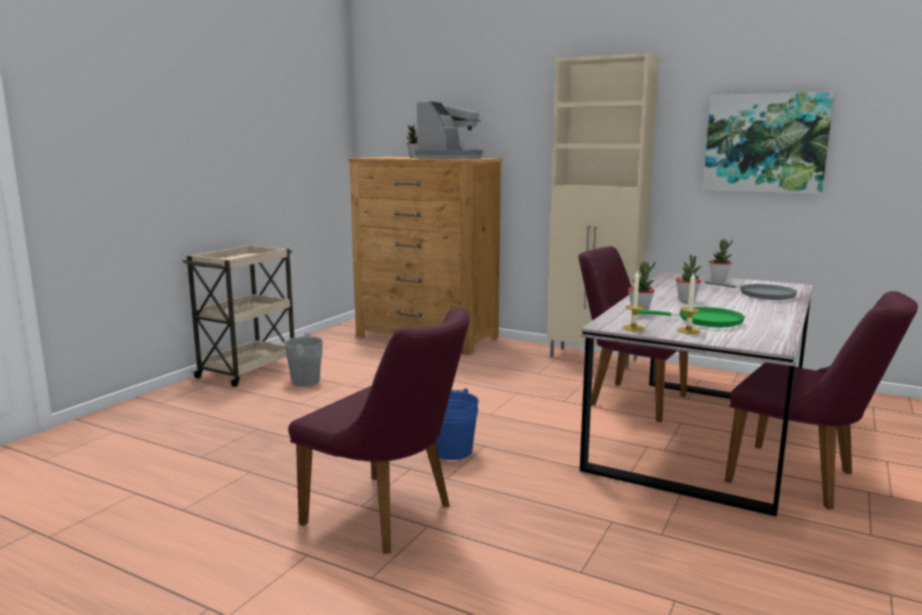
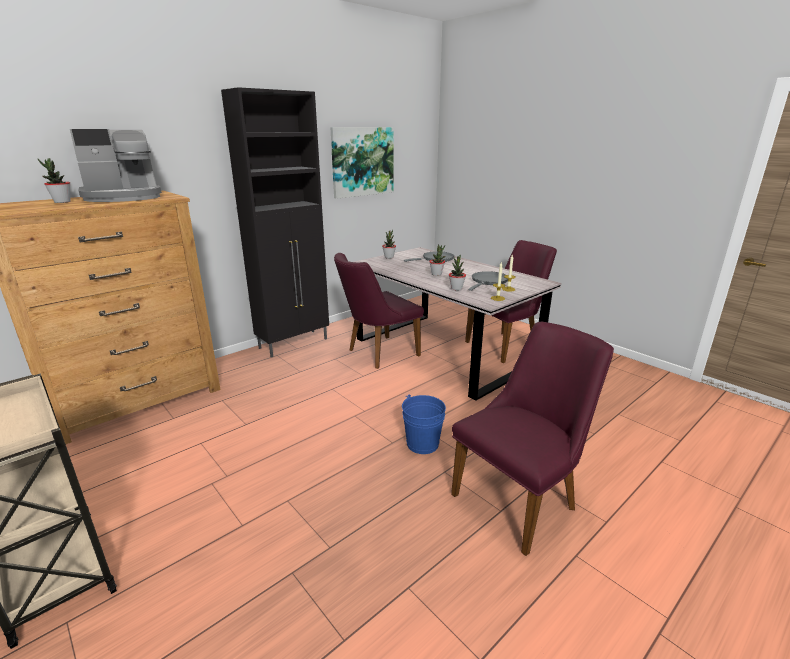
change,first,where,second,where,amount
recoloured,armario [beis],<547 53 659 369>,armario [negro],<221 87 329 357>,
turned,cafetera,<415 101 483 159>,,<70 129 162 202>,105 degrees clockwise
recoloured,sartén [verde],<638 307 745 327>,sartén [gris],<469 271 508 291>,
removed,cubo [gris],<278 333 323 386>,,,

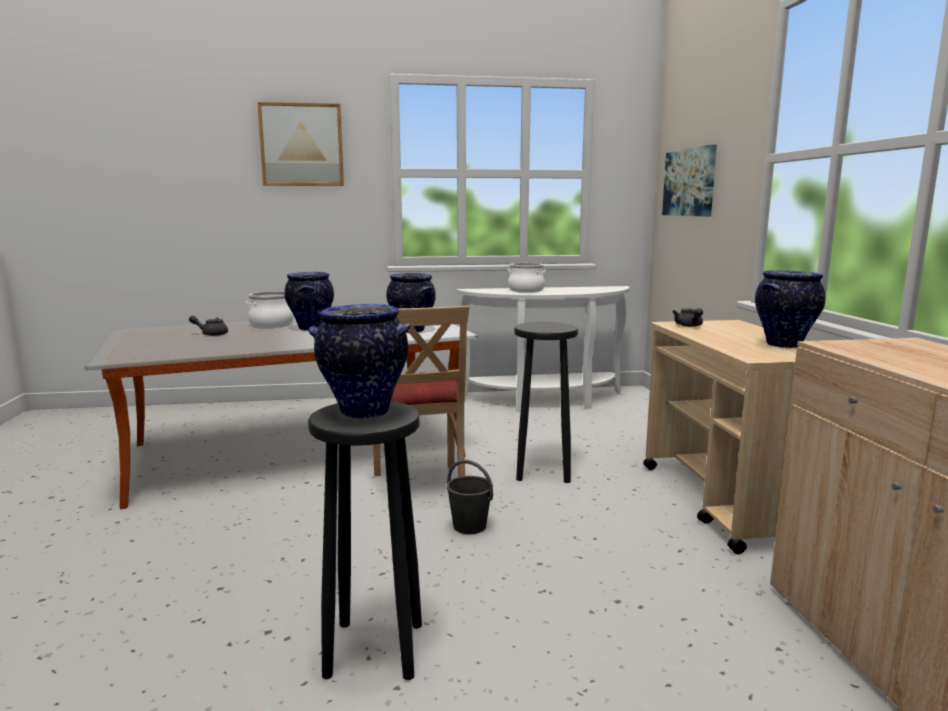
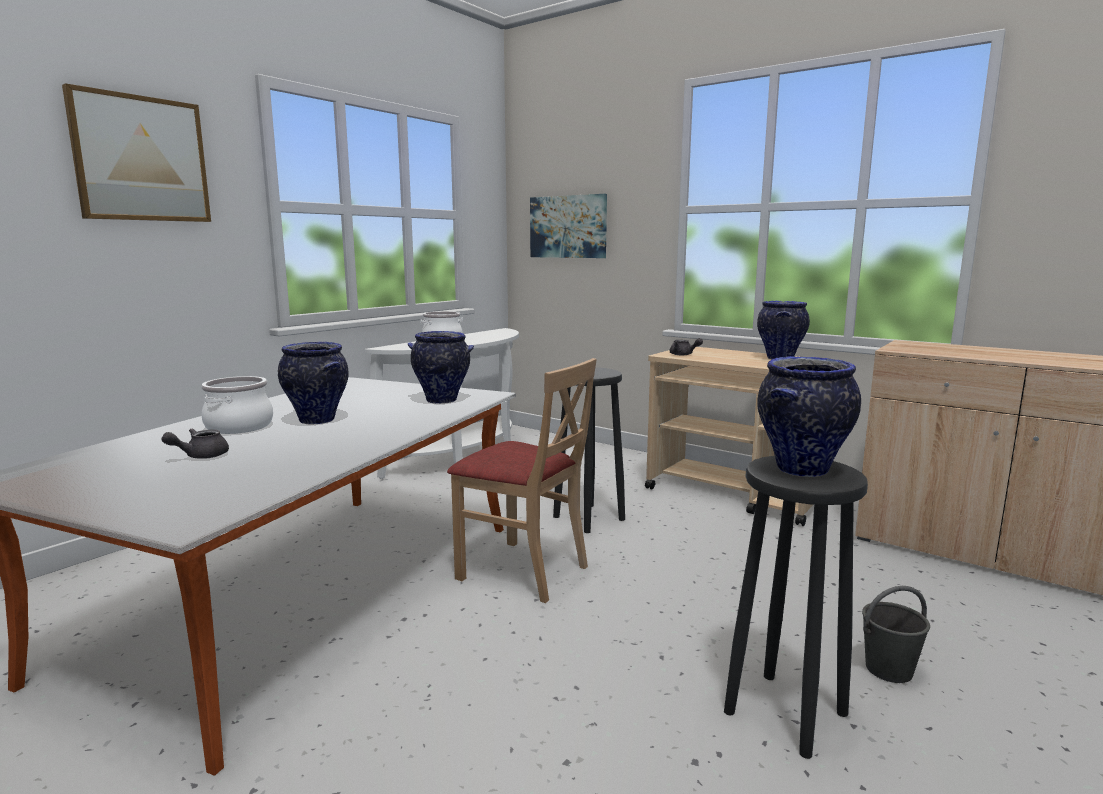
change,first,where,second,where,amount
moved,cubo [gris],<447 460 493 534>,,<862 586 930 683>,

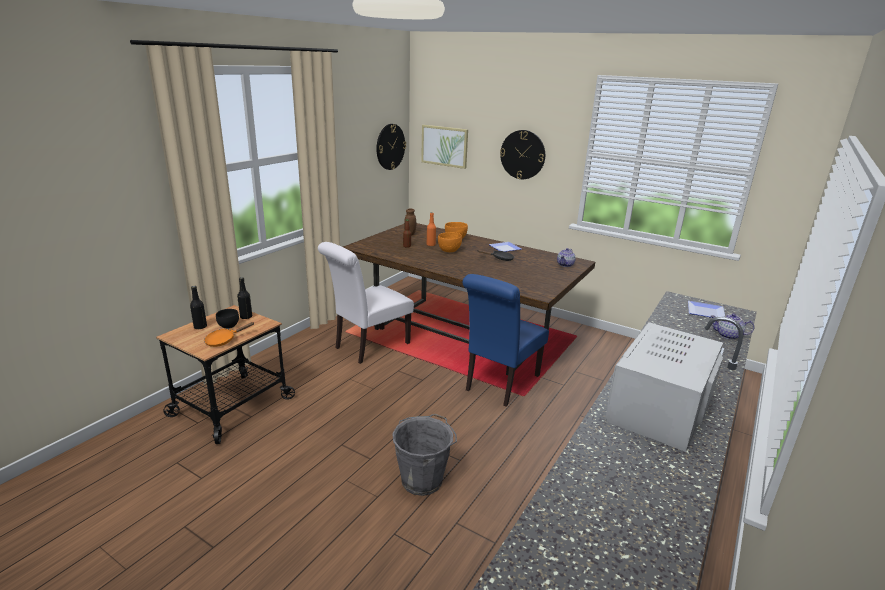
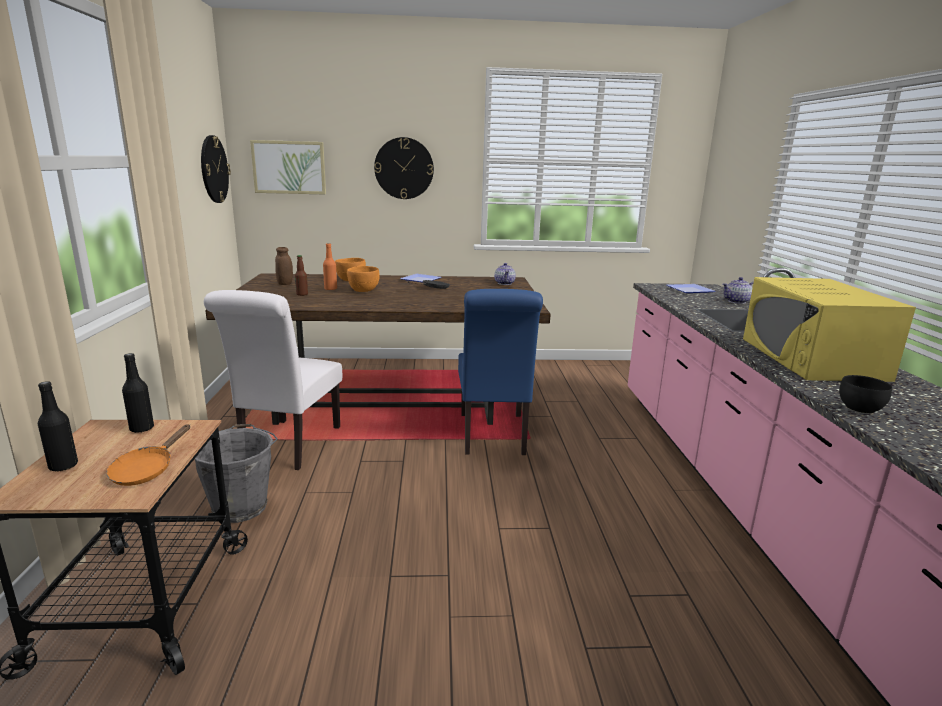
change,first,where,second,where,amount
moved,cuenco [negro],<216 309 239 329>,,<839 375 892 414>,
recoloured,microondas [blanco],<605 322 723 452>,microondas [amarillo],<743 277 916 382>,
moved,cubo [gris],<392 413 457 496>,,<195 424 278 523>,

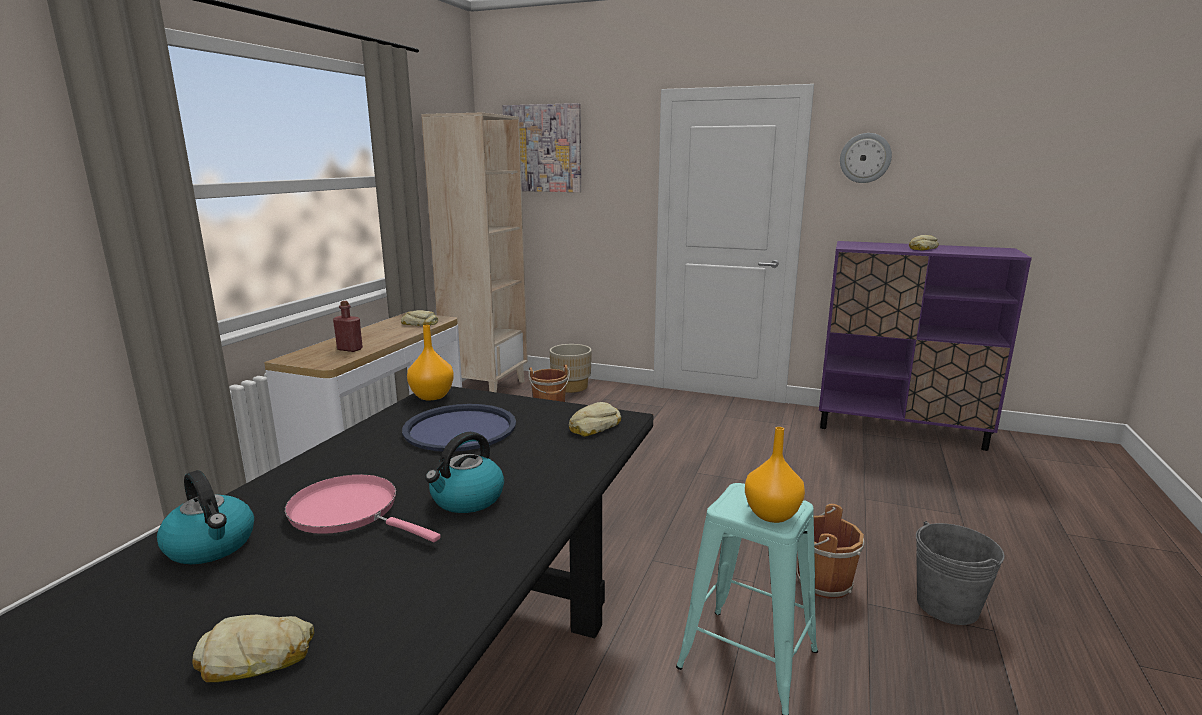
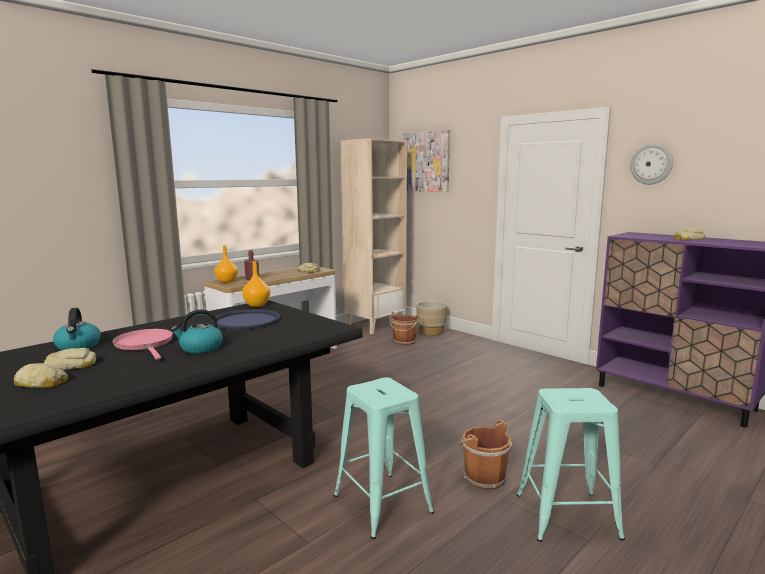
change,first,where,second,where,amount
moved,pan,<569 402 621 437>,,<44 348 96 370>,
moved,florero [naranja],<745 427 805 523>,,<215 246 238 283>,
replaced,cubo [gris],<916 521 1005 625>,taburete [turquesa],<517 388 625 542>,

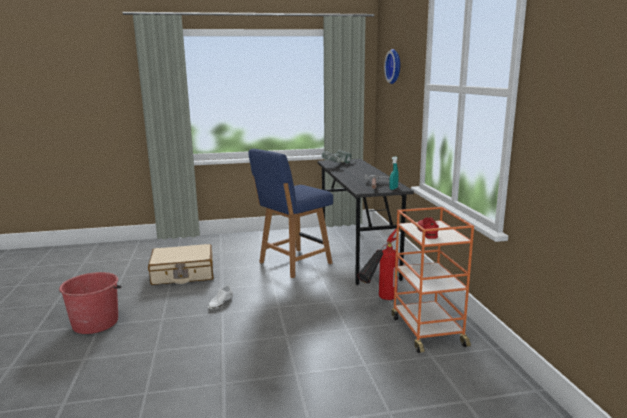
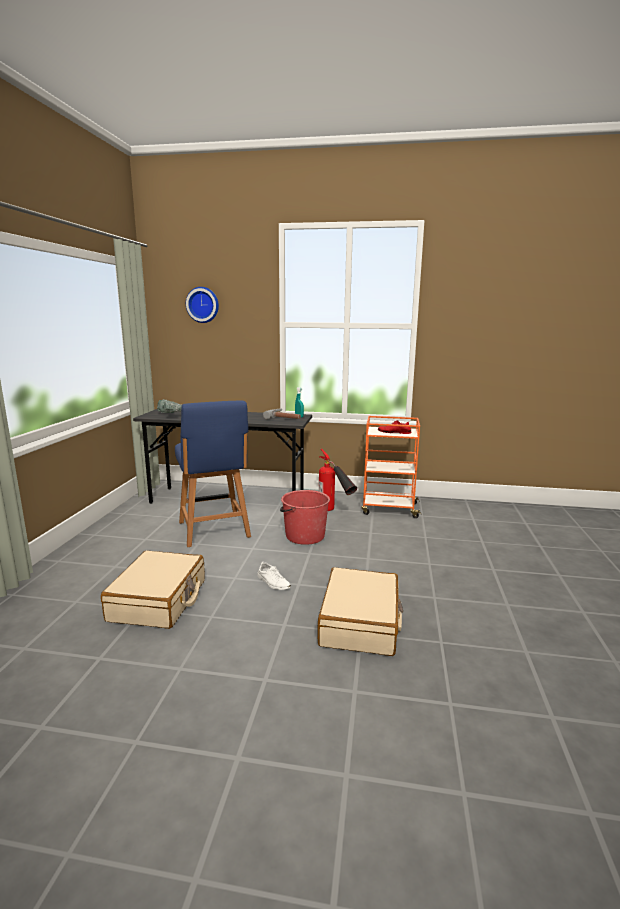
change,first,where,second,where,amount
moved,cubo [rojo],<59 272 122 334>,,<280 490 330 545>,
added,,,maleta [beis],<318 567 403 656>,

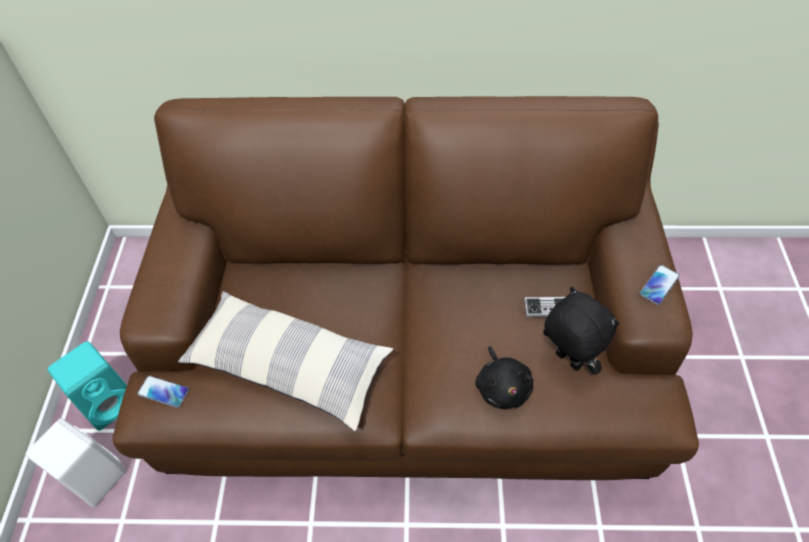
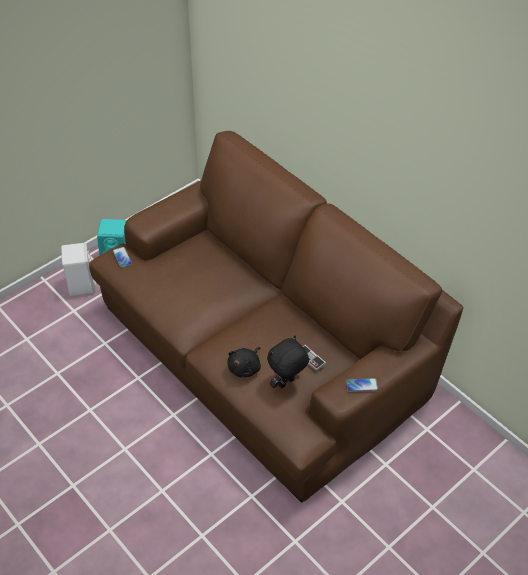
change,first,where,second,where,amount
turned,peluche [negro],<543 287 620 375>,,<267 335 309 388>,135 degrees counterclockwise
removed,cojín,<178 291 393 431>,,,

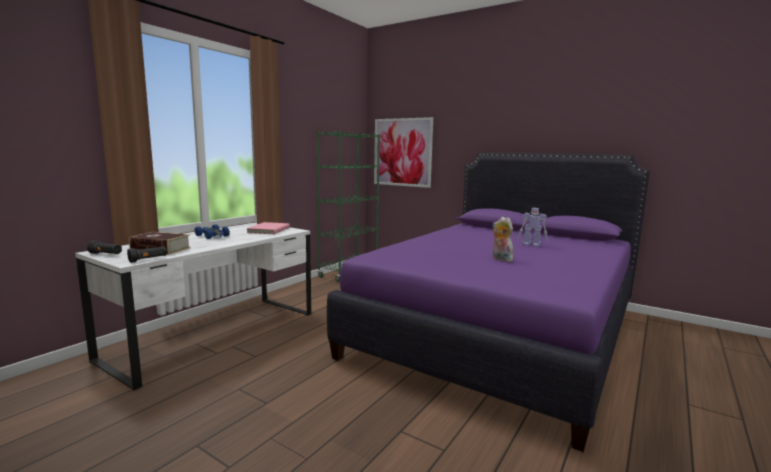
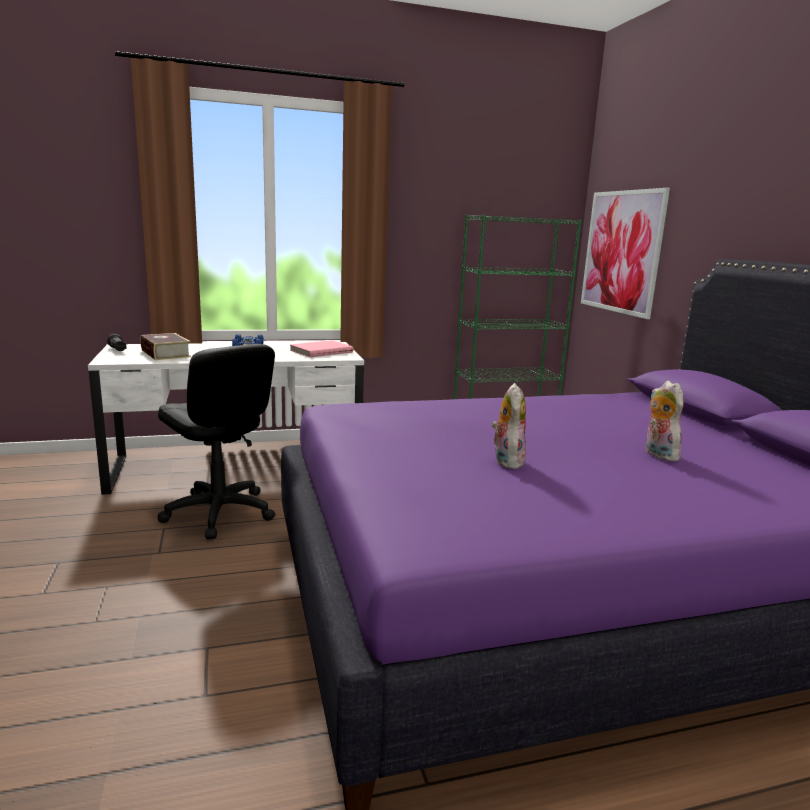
change,first,where,second,where,amount
replaced,robot de juguete,<517 208 548 246>,peluche,<646 381 684 461>,
removed,linterna [negro],<127 246 167 263>,,,
added,,,silla de oficina [negro],<158 344 275 539>,

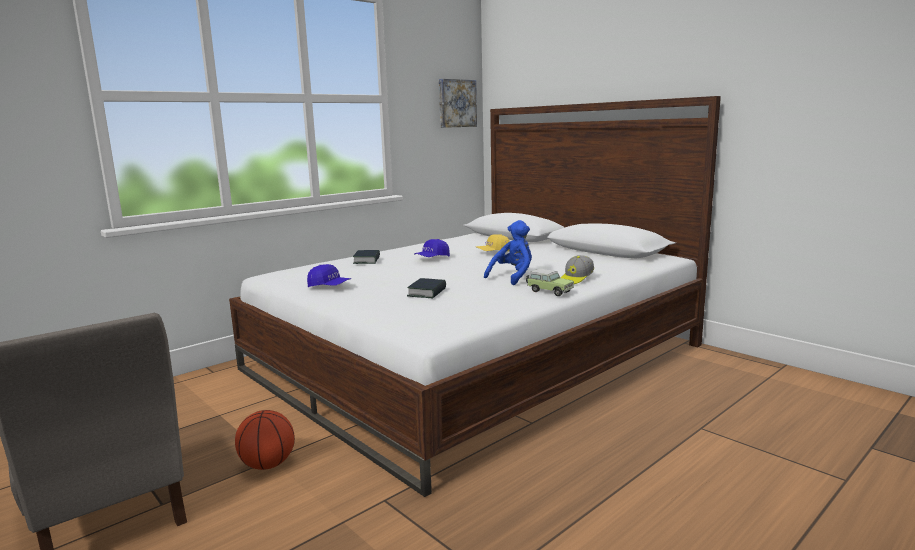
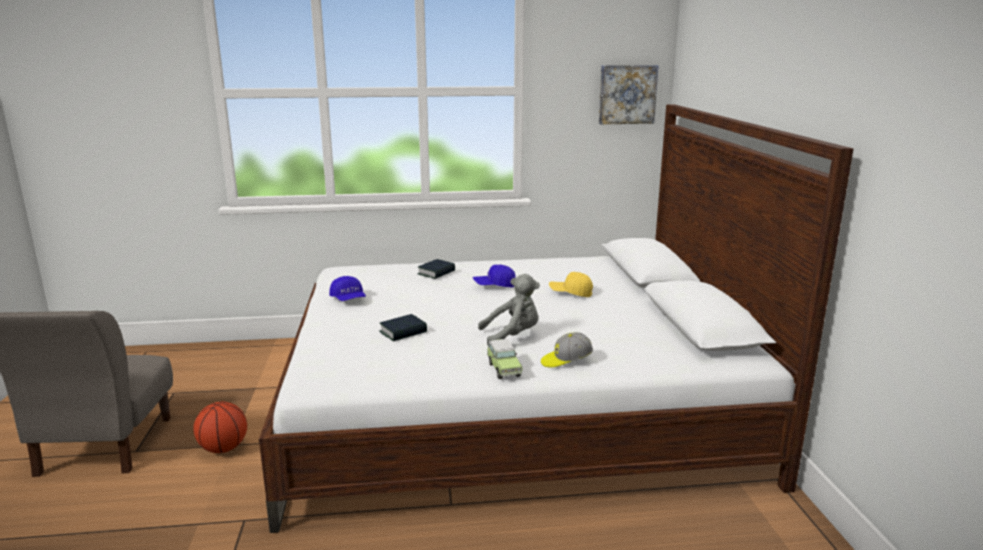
change,first,where,second,where,amount
recoloured,peluche [azul],<484 220 532 285>,peluche [gris],<478 274 540 347>,

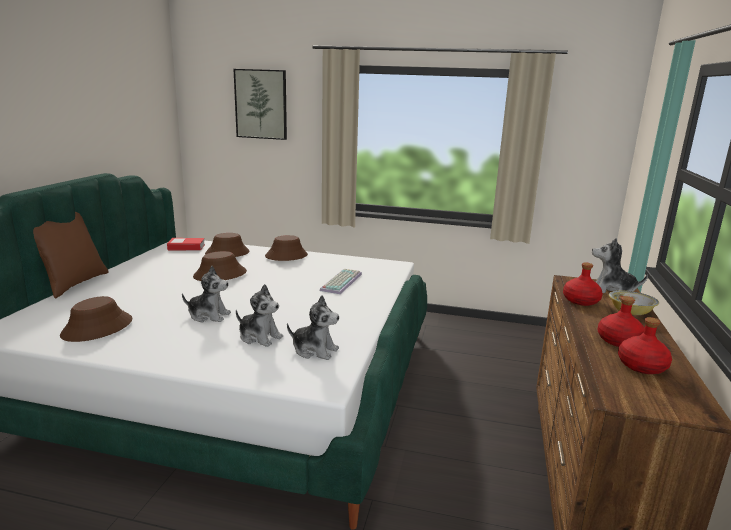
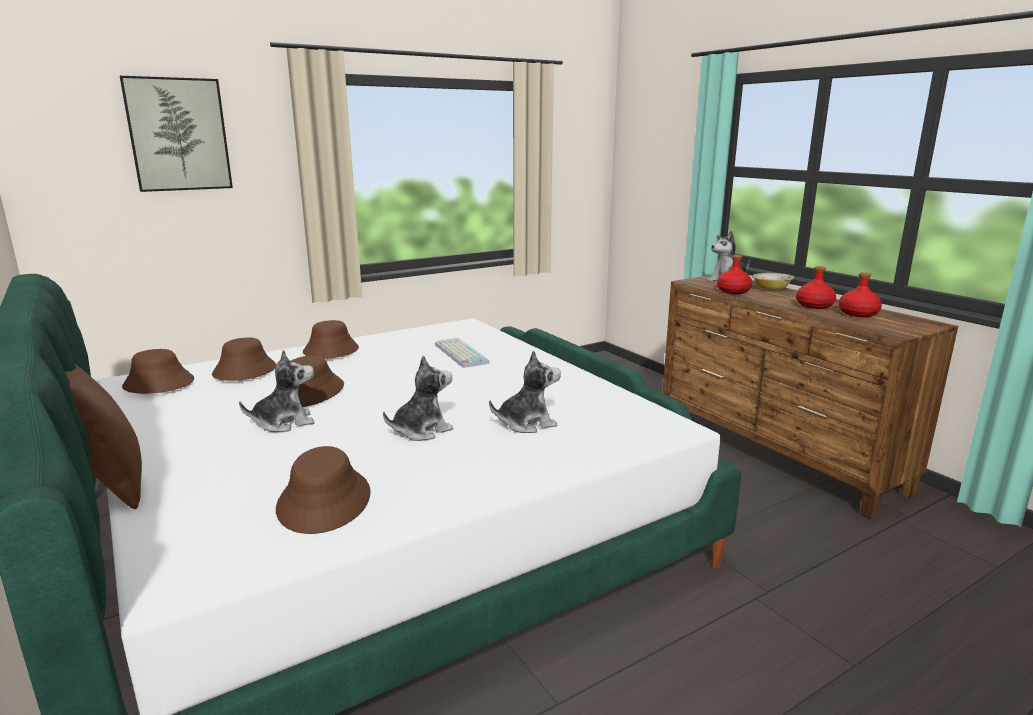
change,first,where,second,where,amount
replaced,libro,<167 238 205 251>,sombrero [marrón],<122 349 194 394>,
moved,peluche,<287 295 339 360>,,<239 349 314 432>,

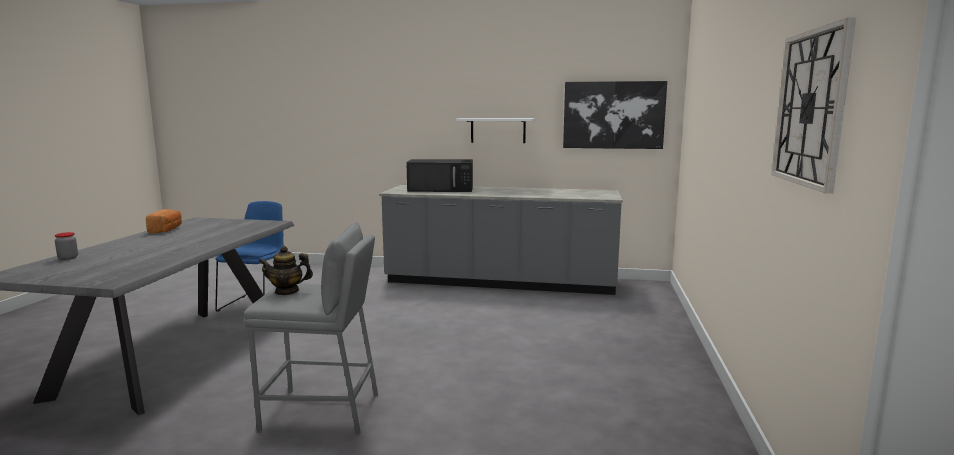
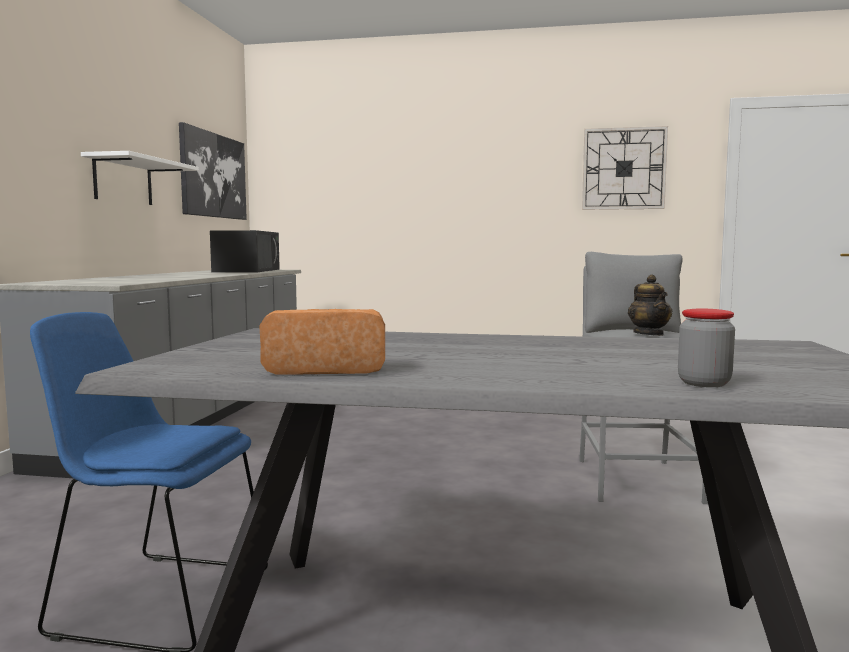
change,first,where,second,where,amount
moved,microondas [negro],<406 159 473 192>,,<210 230 280 272>,

